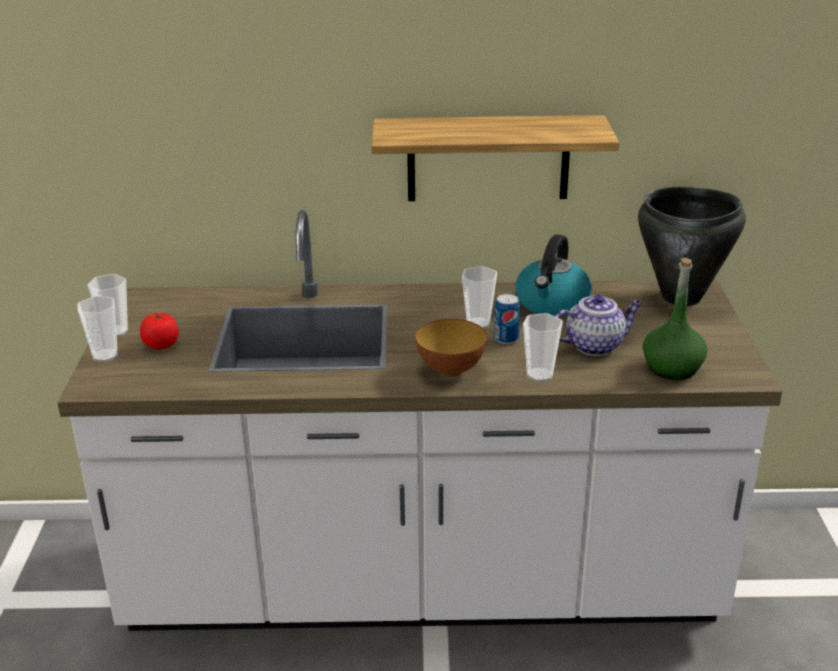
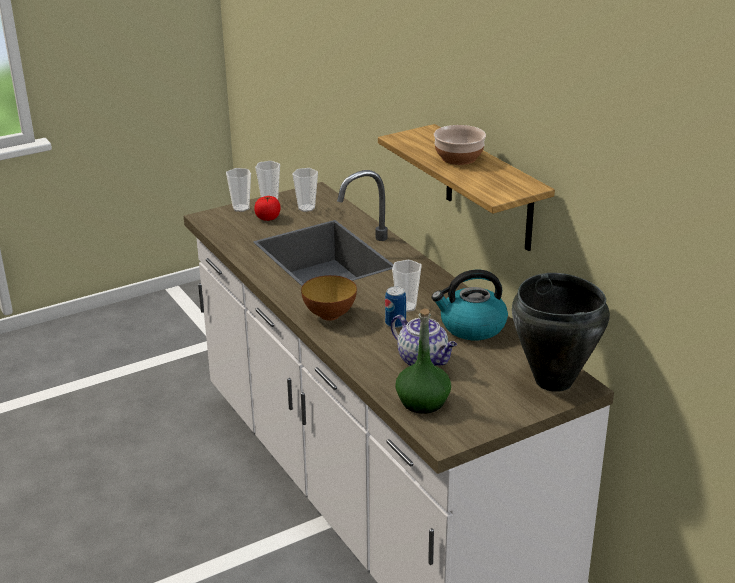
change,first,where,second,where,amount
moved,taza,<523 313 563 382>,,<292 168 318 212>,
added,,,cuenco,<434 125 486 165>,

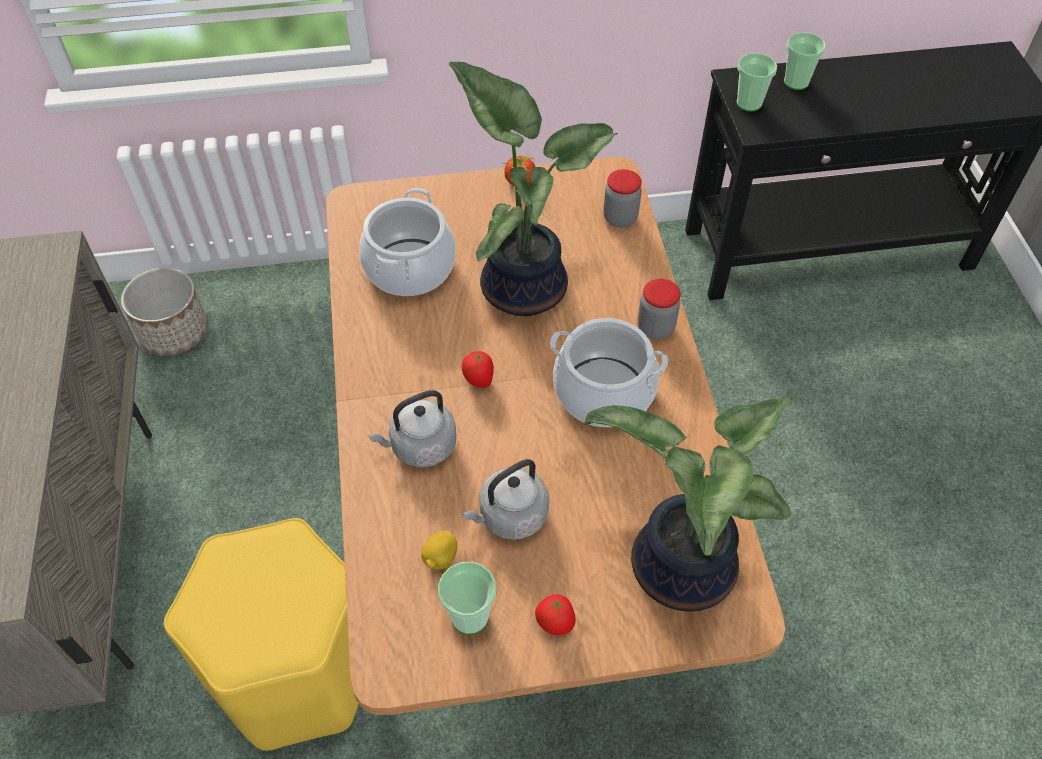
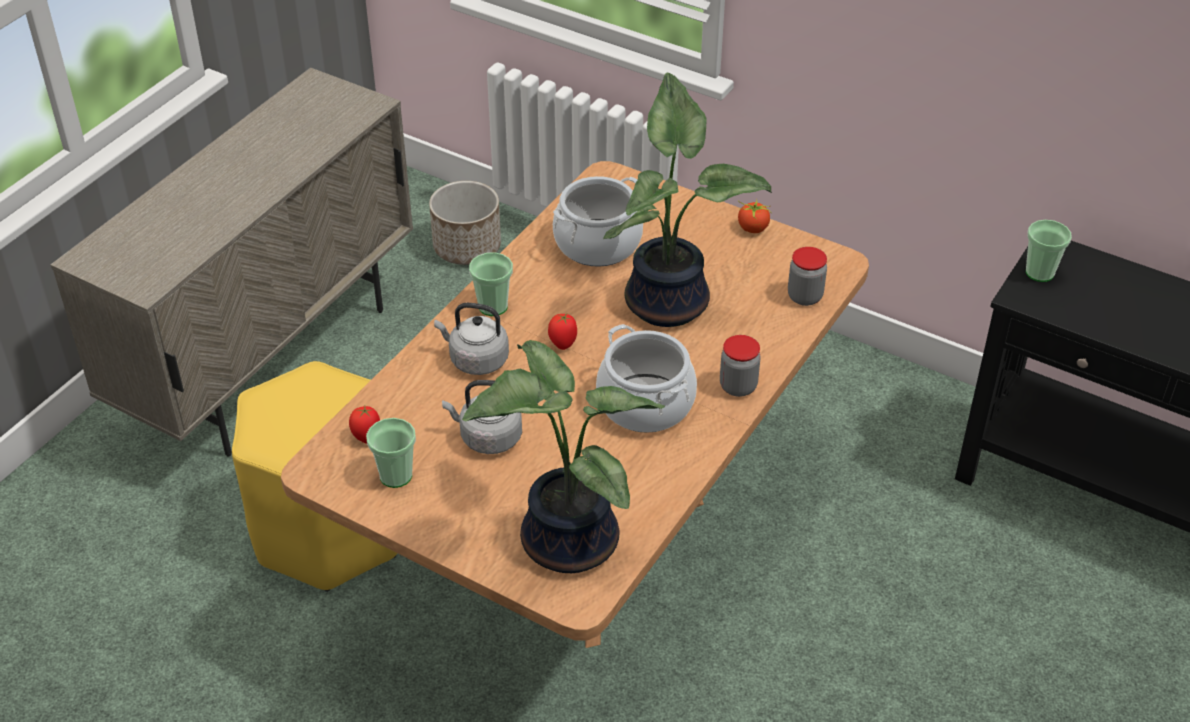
change,first,where,second,where,amount
moved,taza,<784 32 826 90>,,<469 252 513 316>,
removed,limón,<421 531 457 570>,,,
moved,tomate,<535 594 576 635>,,<349 406 380 444>,

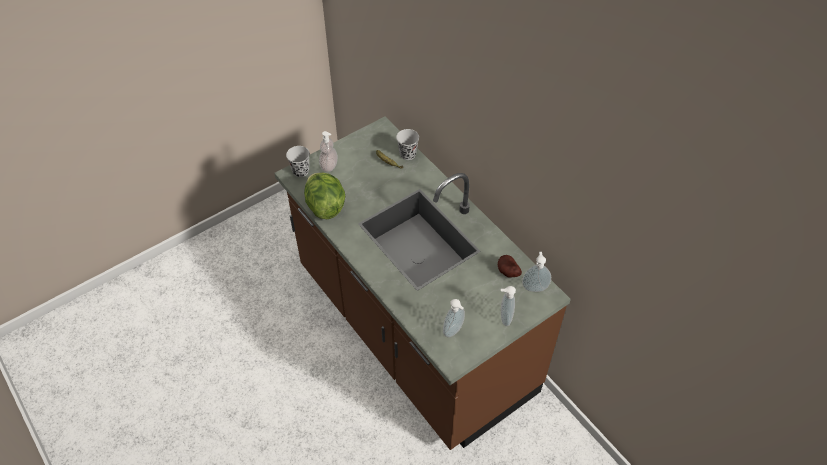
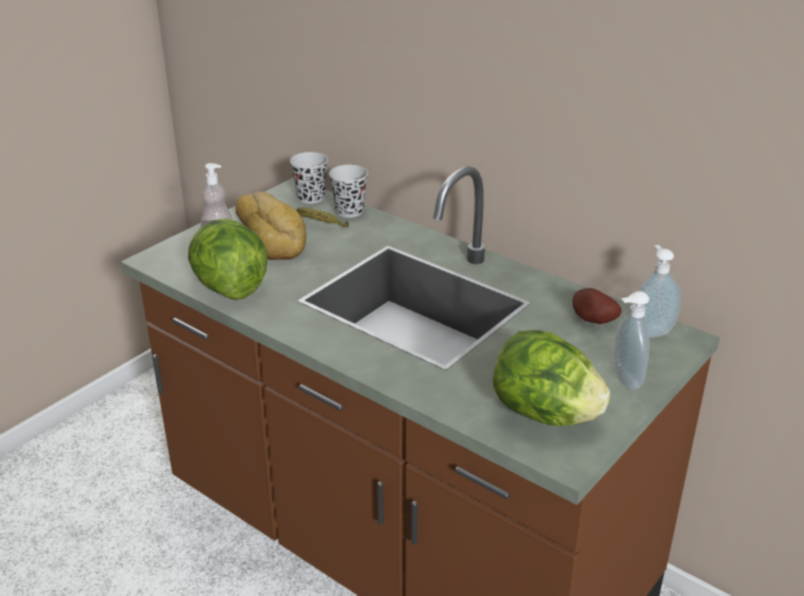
change,first,where,second,where,amount
moved,taza [negro],<286 146 310 177>,,<290 152 328 204>,
replaced,dispensador de jabón,<443 299 465 338>,lechuga,<493 330 610 426>,
added,,,pan,<235 192 307 260>,

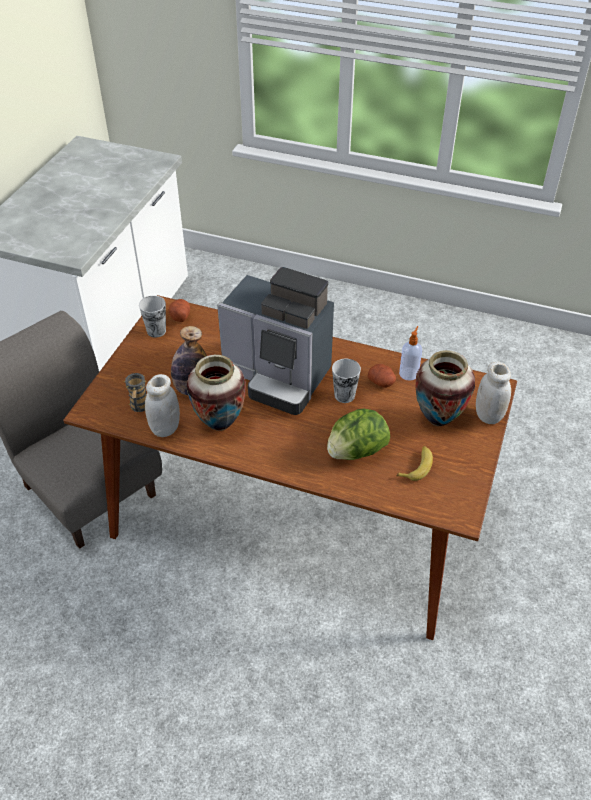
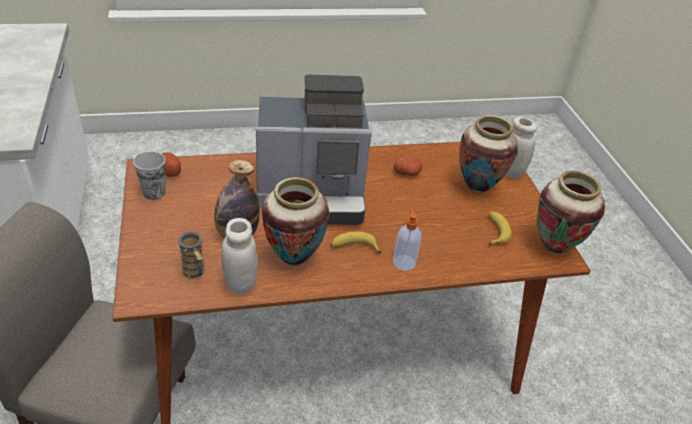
change,first,where,second,where,amount
moved,dispensador de jabón,<399 326 422 381>,,<393 206 421 271>,
removed,taza,<332 359 361 403>,,,
removed,lechuga,<327 409 390 460>,,,
added,,,florero,<537 171 605 254>,
added,,,plátano,<330 231 382 253>,

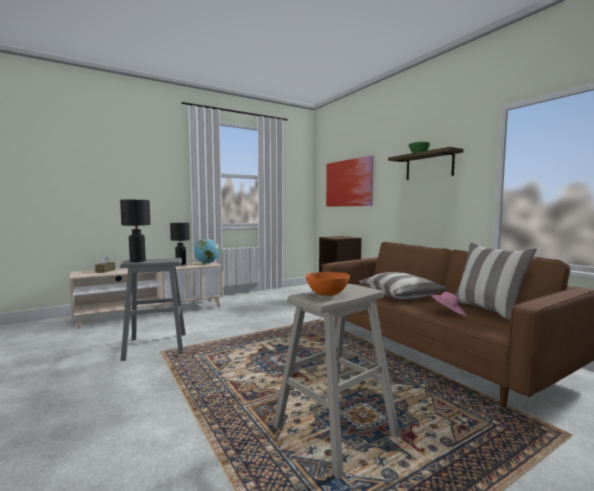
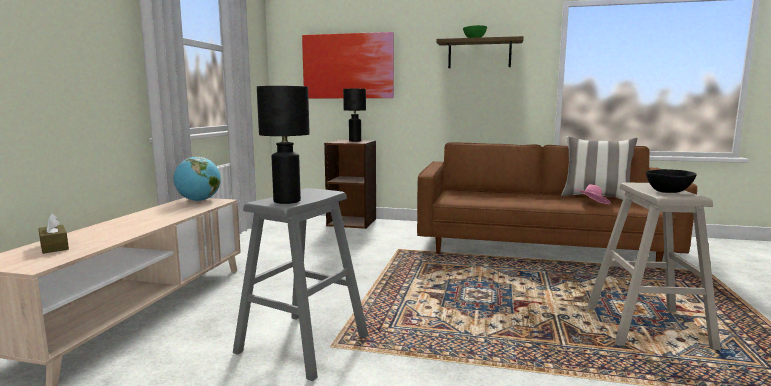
change,first,where,second,where,amount
moved,lámpara de mesa [negro],<170 223 190 265>,,<343 89 366 142>,
recoloured,cuenco [naranja],<306 272 350 296>,cuenco [negro],<646 169 697 193>,
removed,cojín,<359 272 447 299>,,,

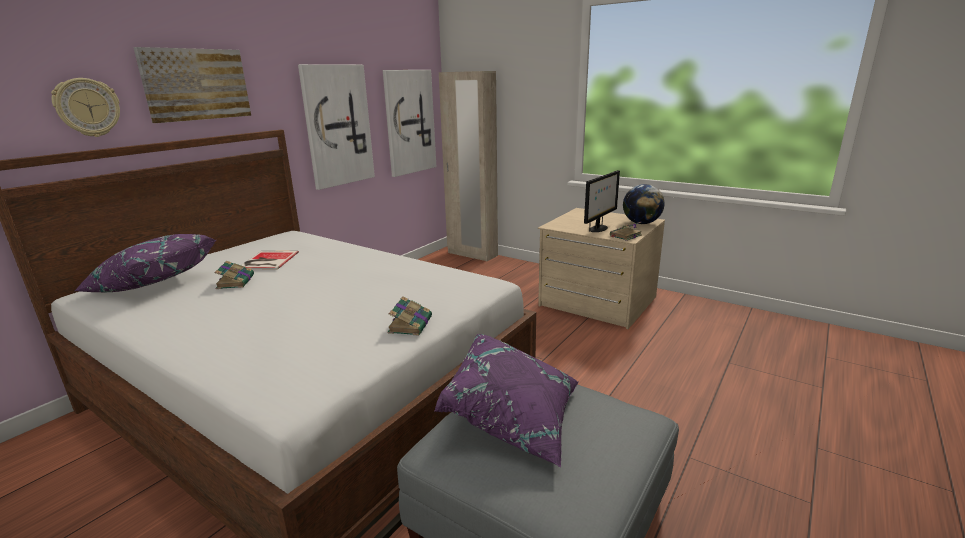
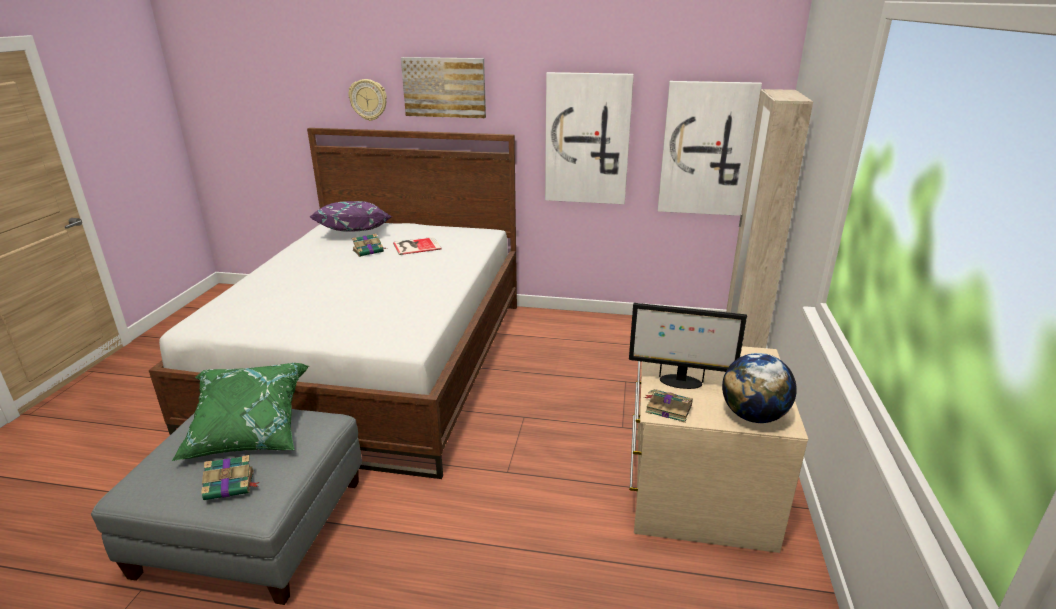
change,first,where,second,where,amount
moved,libro,<387 296 432 336>,,<201 455 259 500>,
recoloured,cojín [morado],<434 334 579 468>,cojín [verde],<172 363 309 461>,

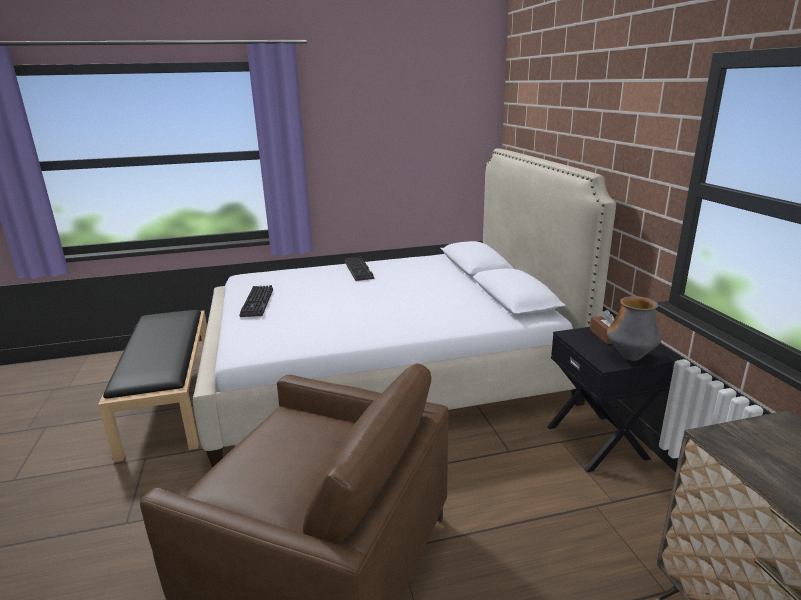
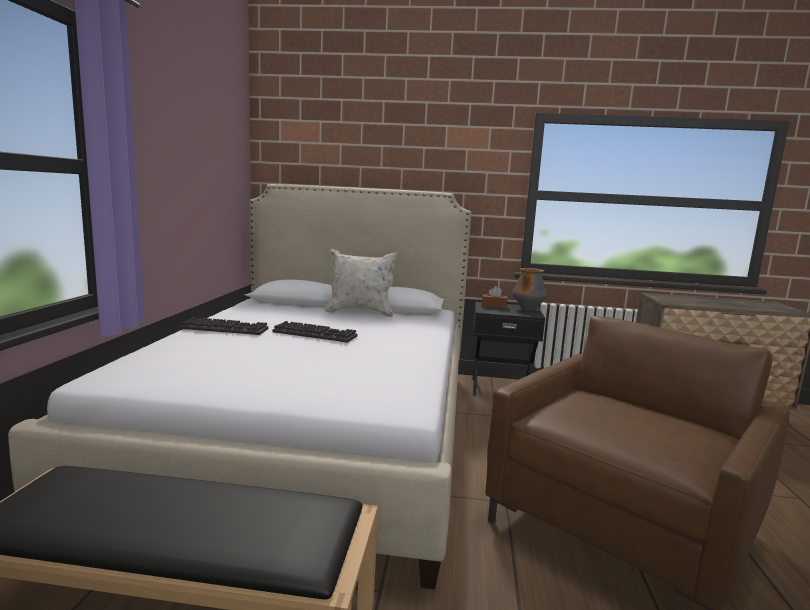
change,first,where,second,where,amount
moved,teclado,<239 285 273 317>,,<272 321 357 343>,
added,,,cojín [blanco],<325 249 397 317>,

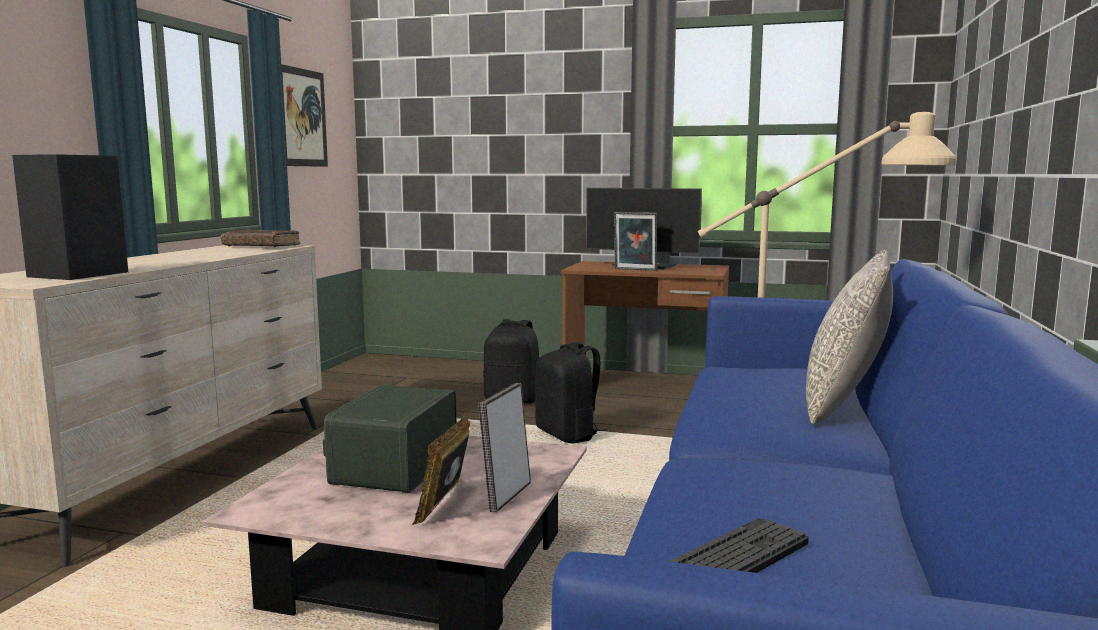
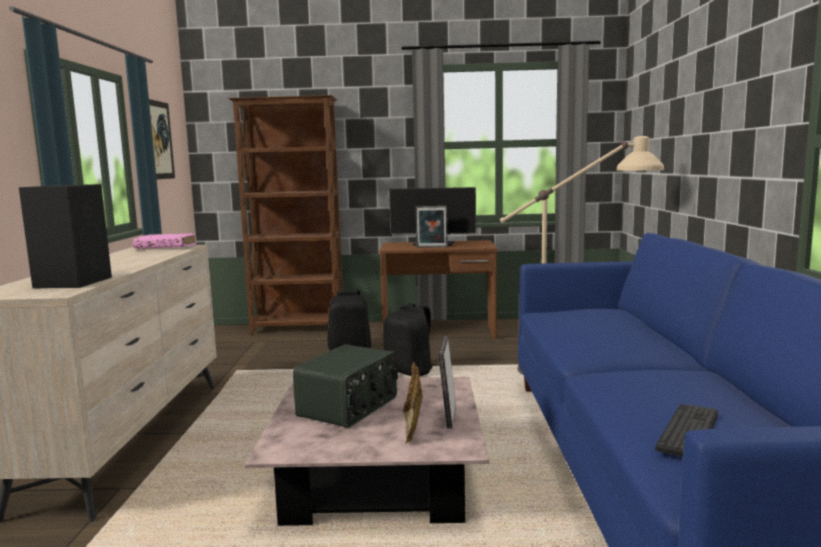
change,first,where,second,where,amount
recoloured,libro [marrón],<221 229 300 247>,libro [rosa],<133 233 197 249>,
removed,cojín [gris],<806 250 893 425>,,,
turned,radio,<323 385 457 493>,,<293 344 398 428>,150 degrees counterclockwise
added,,,estantería [marrón],<228 95 343 334>,

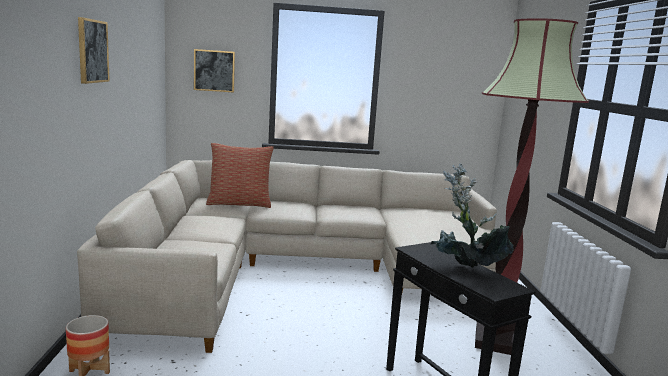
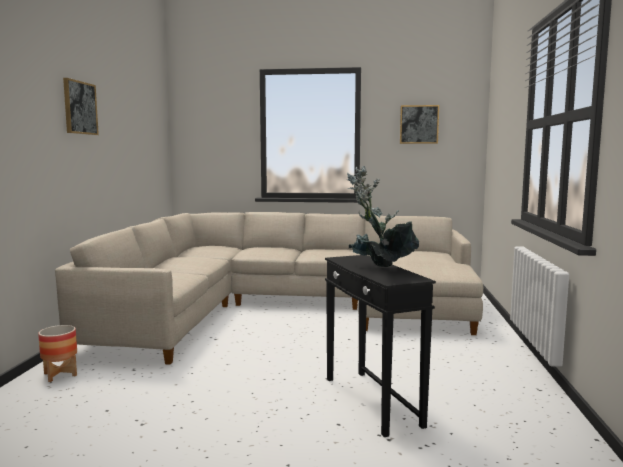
change,first,where,second,where,amount
removed,lámpara de pie,<475 18 589 355>,,,
moved,cuadro,<194 49 235 93>,,<400 105 439 144>,
removed,cojín,<206 143 274 208>,,,

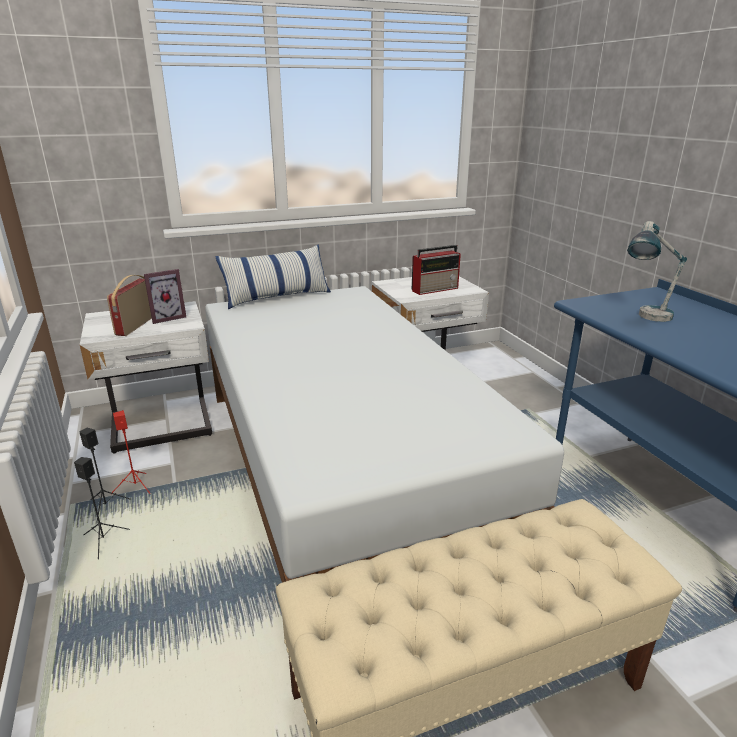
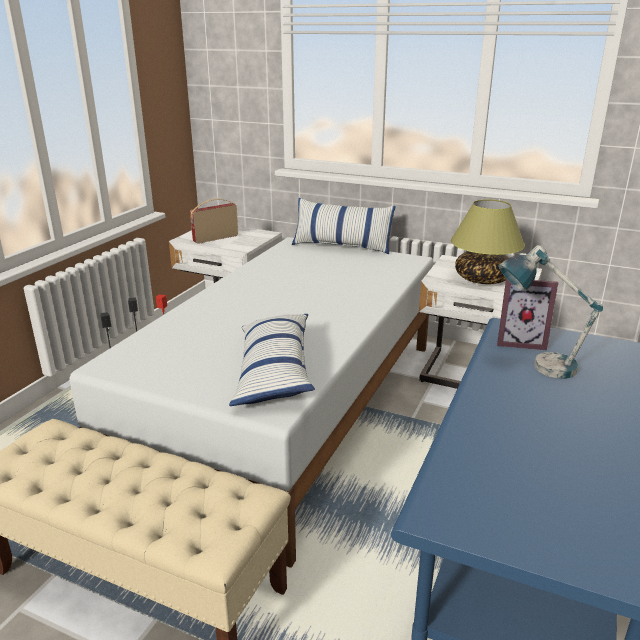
change,first,where,second,where,amount
replaced,radio,<412 245 461 295>,lámpara de mesa,<451 199 525 284>,
moved,portarretratos,<144 269 186 324>,,<497 278 558 350>,
added,,,cojín,<229 314 315 406>,

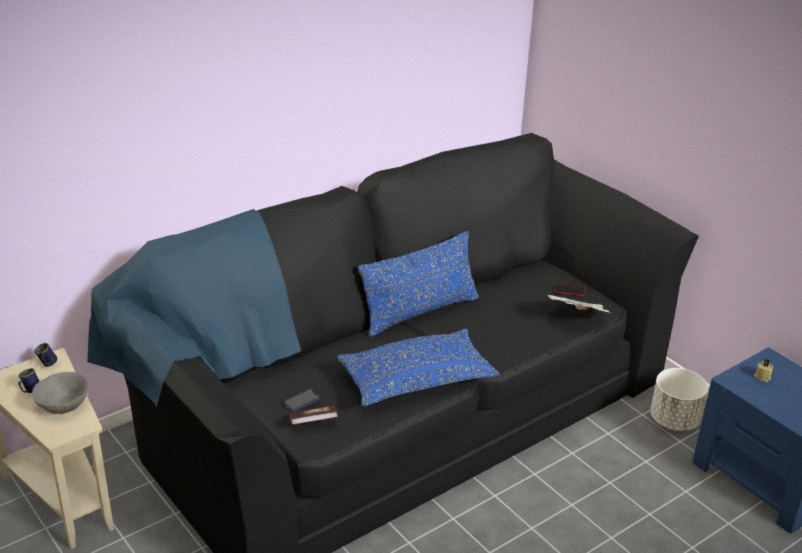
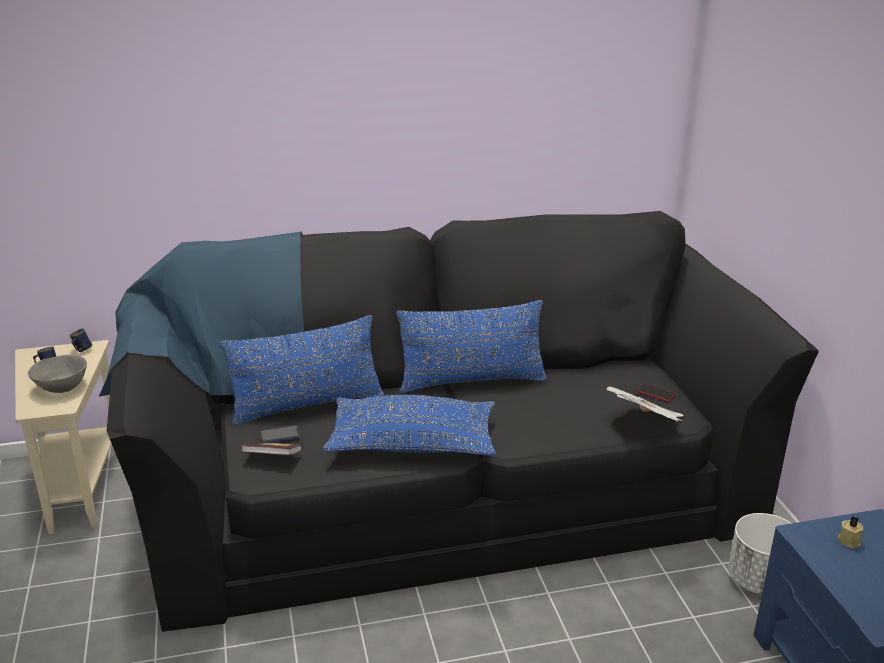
change,first,where,second,where,amount
added,,,cojín [azul],<220 315 384 425>,

